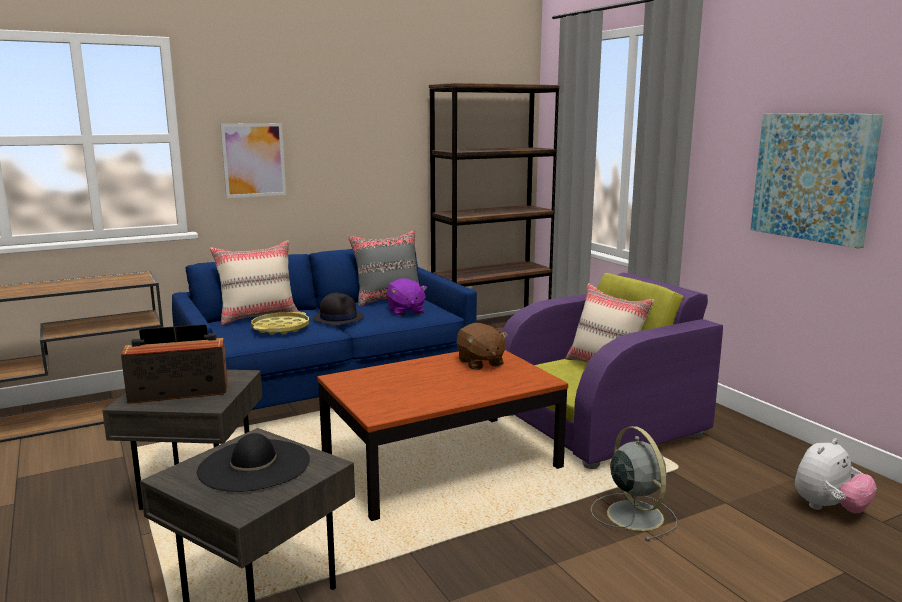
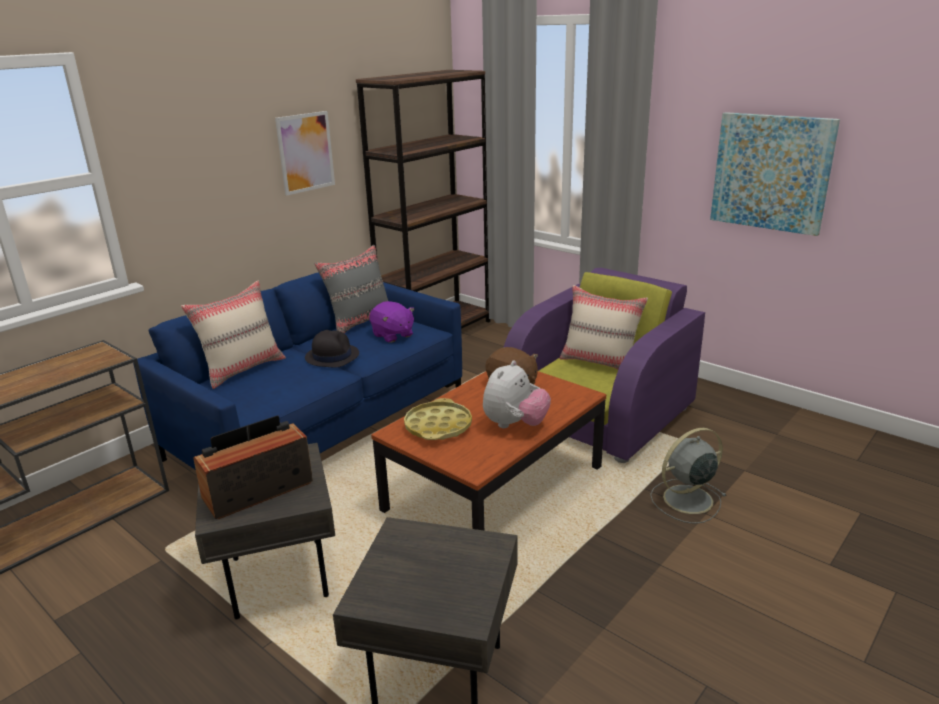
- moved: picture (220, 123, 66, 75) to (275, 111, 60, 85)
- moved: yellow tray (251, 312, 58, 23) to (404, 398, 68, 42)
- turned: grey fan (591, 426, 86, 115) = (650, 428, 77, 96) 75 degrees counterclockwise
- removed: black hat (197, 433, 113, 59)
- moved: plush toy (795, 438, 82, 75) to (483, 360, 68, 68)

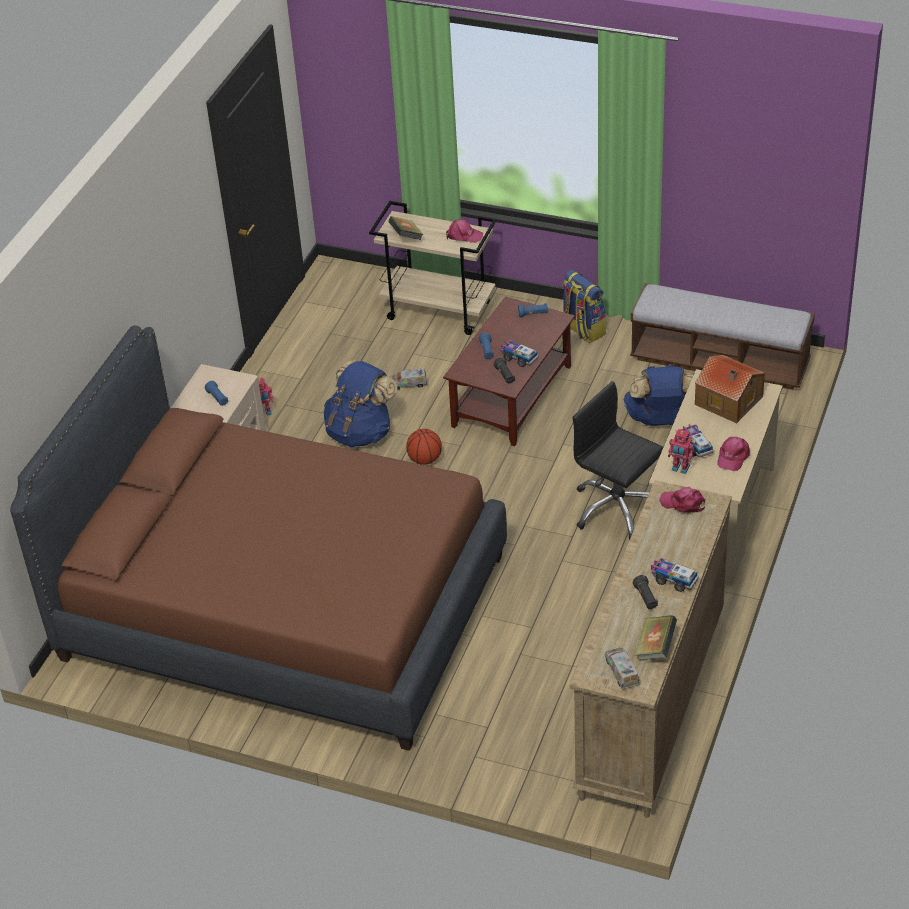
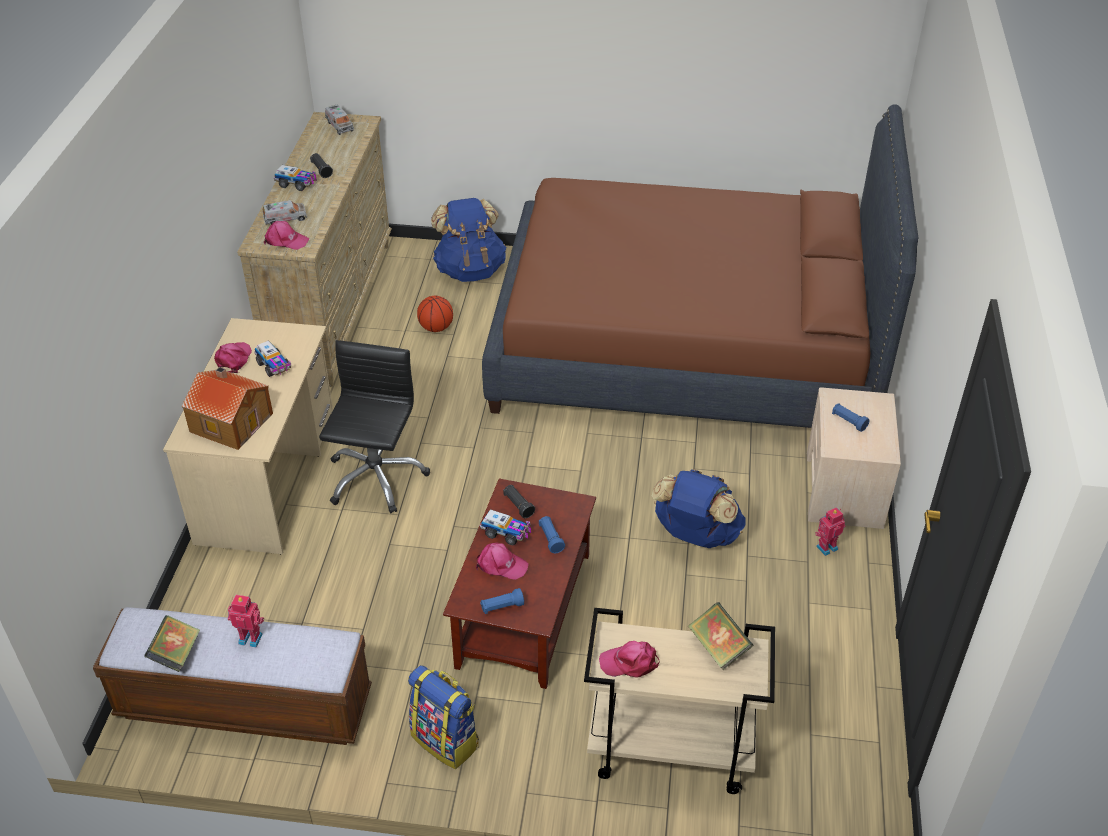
- moved: blue backpack (624, 364, 69, 62) to (431, 198, 75, 84)
- moved: toy truck (391, 368, 36, 22) to (263, 200, 44, 25)
- turned: black office chair (572, 381, 91, 159) = (319, 340, 111, 174) 105 degrees counterclockwise
- moved: basketball (406, 429, 36, 36) to (417, 296, 36, 36)
- moved: toy robot (668, 429, 27, 45) to (228, 595, 36, 52)
- moved: book (635, 615, 42, 46) to (144, 615, 56, 57)
- added: pink cap (476, 543, 53, 37)

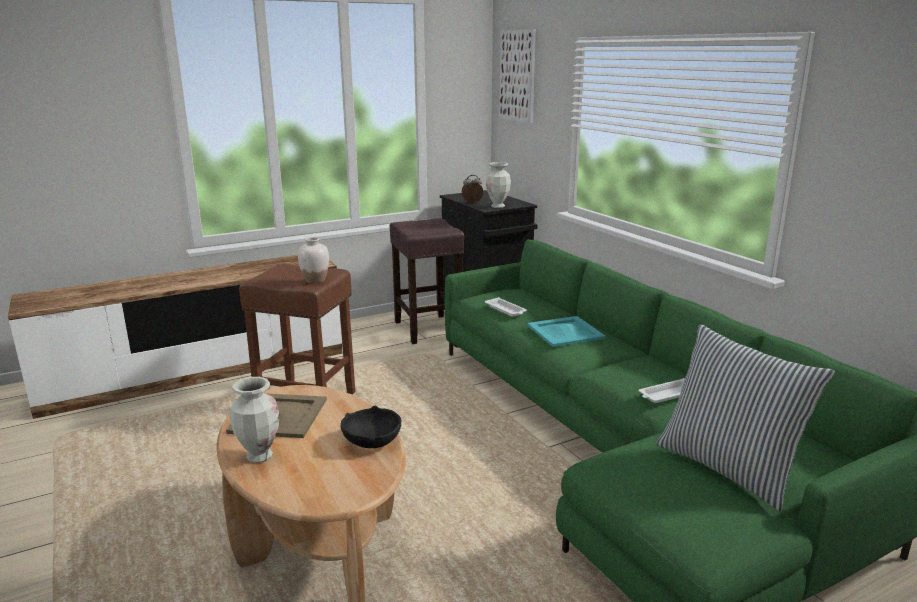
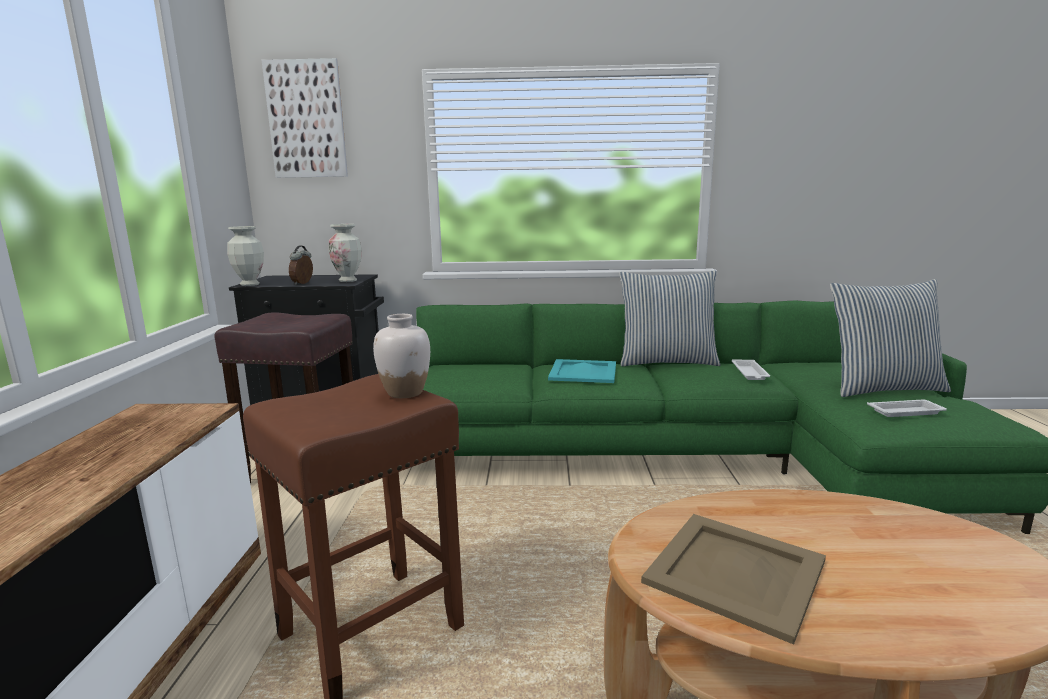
- moved: white tray (485, 297, 42, 20) to (867, 400, 80, 17)
- moved: vase (230, 377, 49, 86) to (227, 226, 37, 60)
- removed: black bowl (341, 406, 61, 42)
- added: pillow (619, 270, 101, 96)

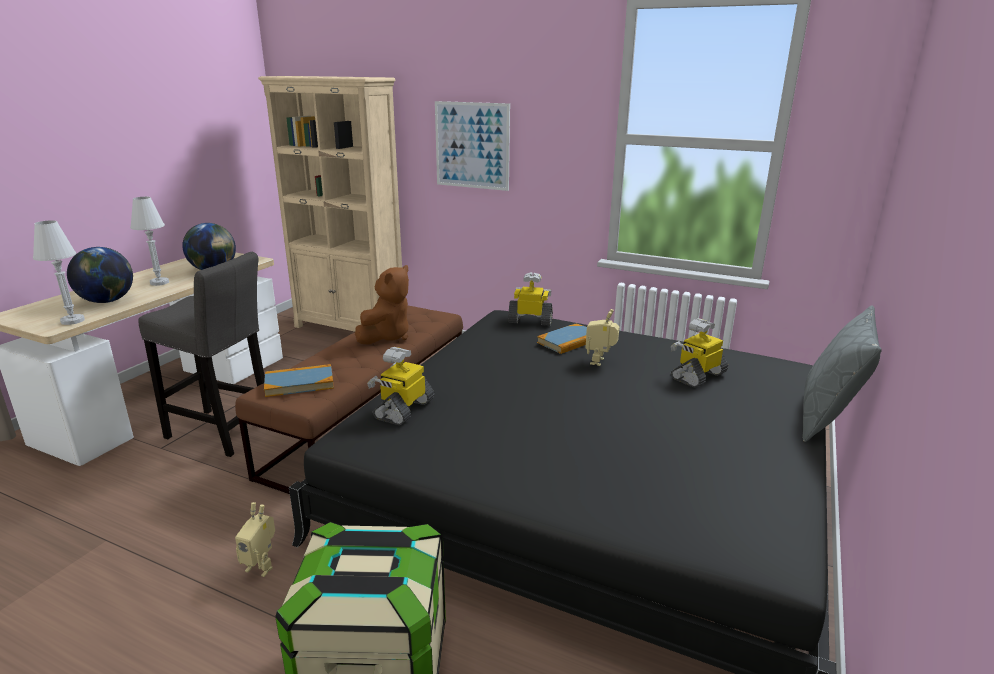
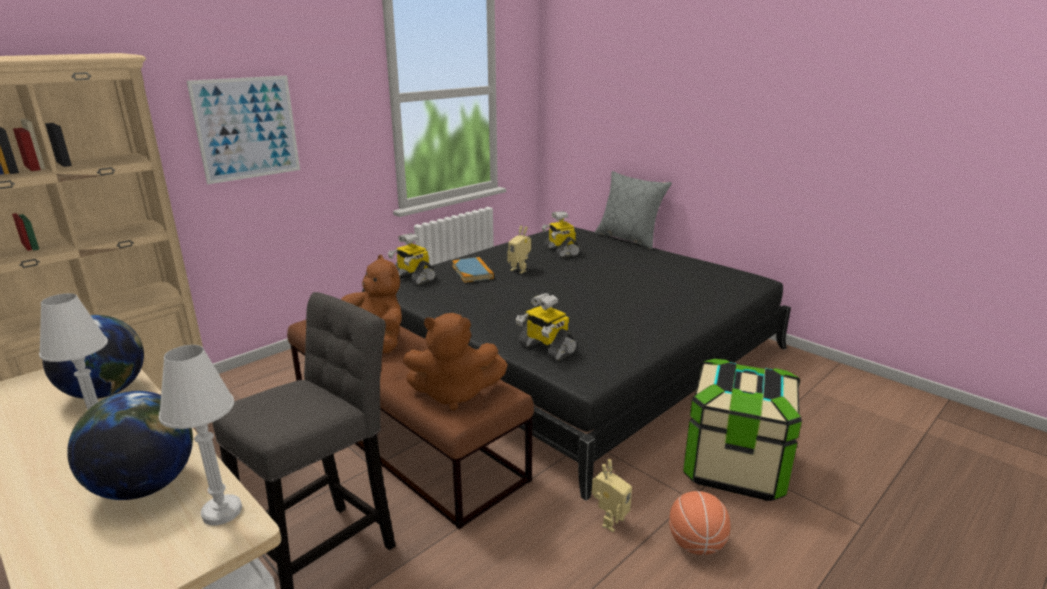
- turned: toy robot (508, 272, 45, 54) = (388, 233, 48, 52) 75 degrees counterclockwise
- replaced: book (264, 364, 70, 33) to brown plush toy (403, 313, 105, 98)
- added: basketball (669, 491, 62, 64)

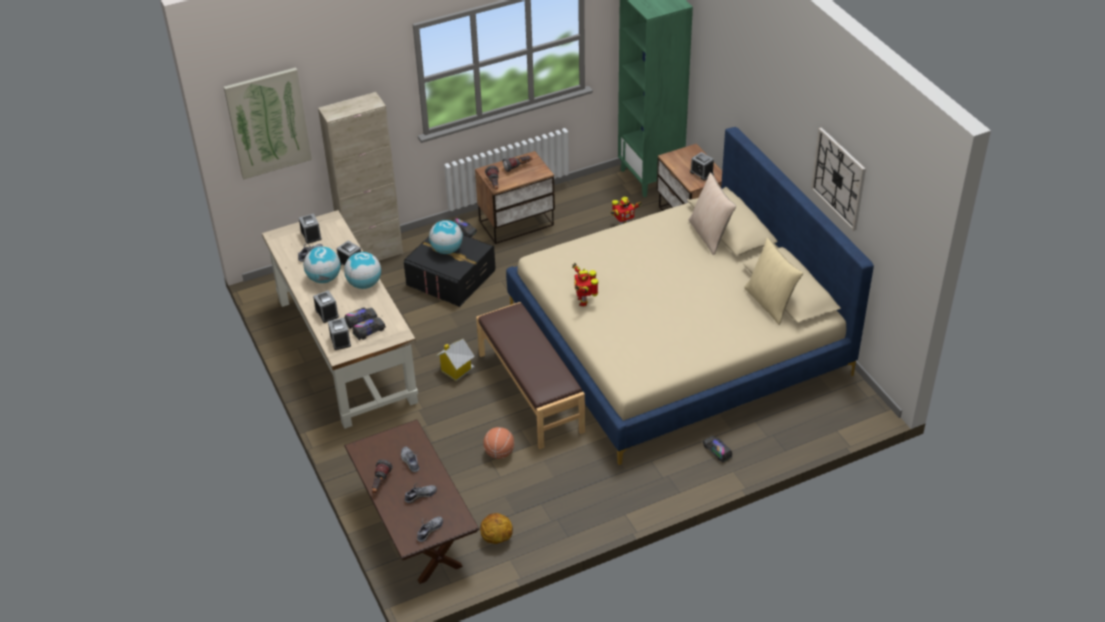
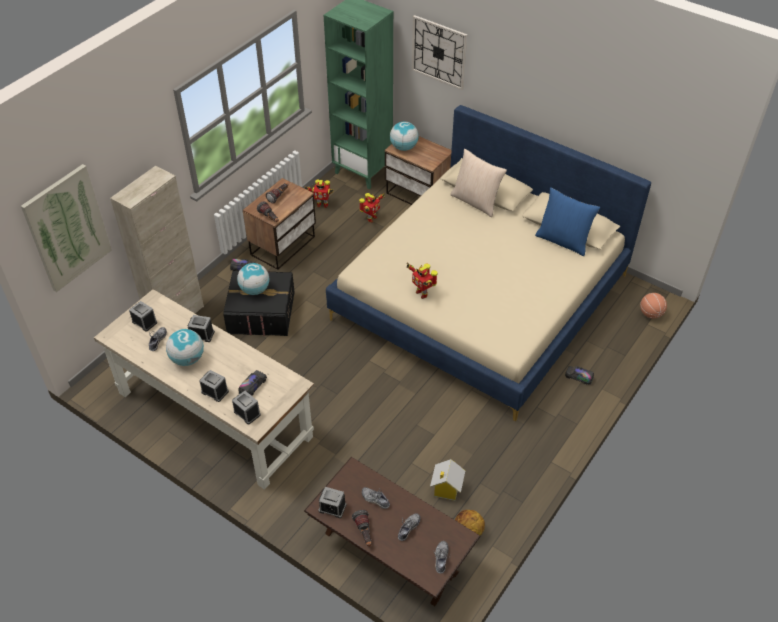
- moved: wall clock (811, 127, 55, 104) to (412, 15, 55, 75)
- moved: alarm clock (690, 152, 24, 29) to (319, 487, 27, 31)
- recoloured: beige pillow (744, 237, 59, 88) to blue pillow (535, 187, 65, 69)
- moved: globe (344, 252, 37, 37) to (390, 121, 29, 30)
- removed: brown bench (476, 302, 109, 147)
- removed: toy truck (352, 317, 34, 23)
- moved: toy house (436, 339, 39, 42) to (430, 459, 35, 42)
- moved: basketball (483, 427, 31, 32) to (640, 293, 27, 26)
- added: toy robot (304, 180, 29, 28)

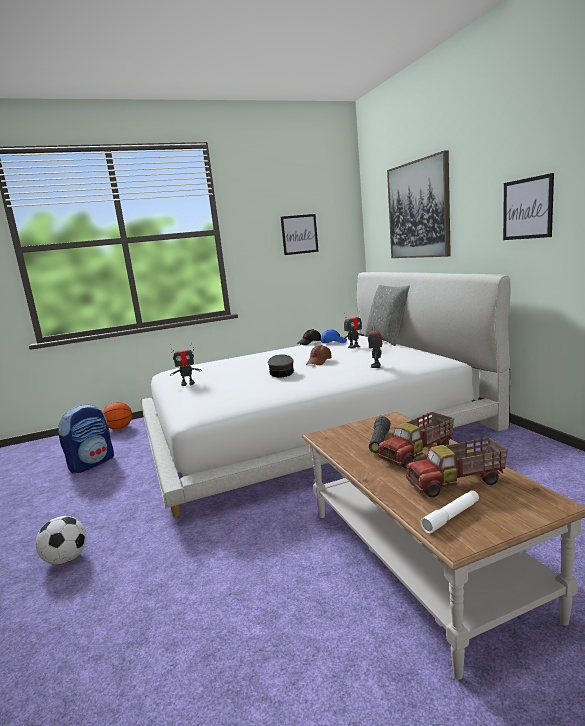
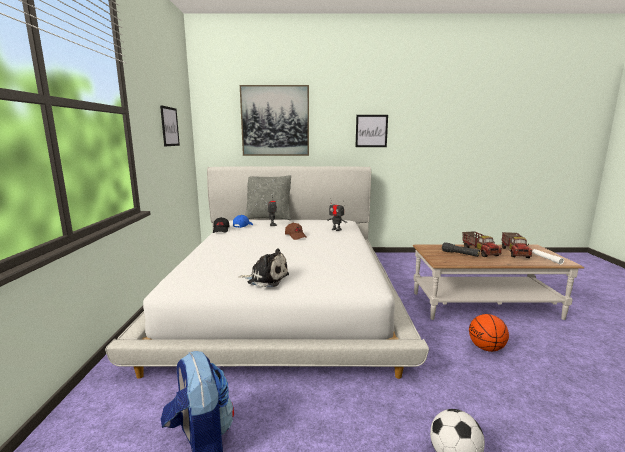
- replaced: toy robot (170, 342, 32, 44) to plush toy (239, 248, 50, 39)
- removed: grey cap (268, 354, 26, 23)
- moved: basketball (103, 402, 29, 28) to (469, 314, 40, 38)

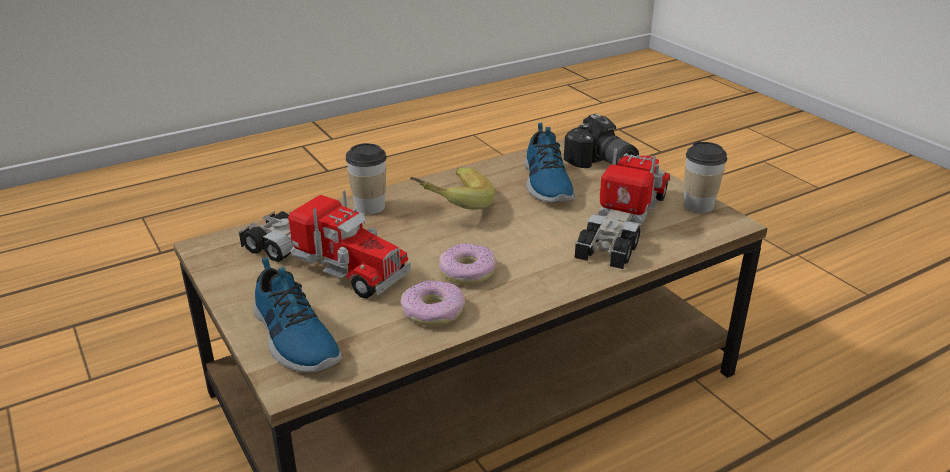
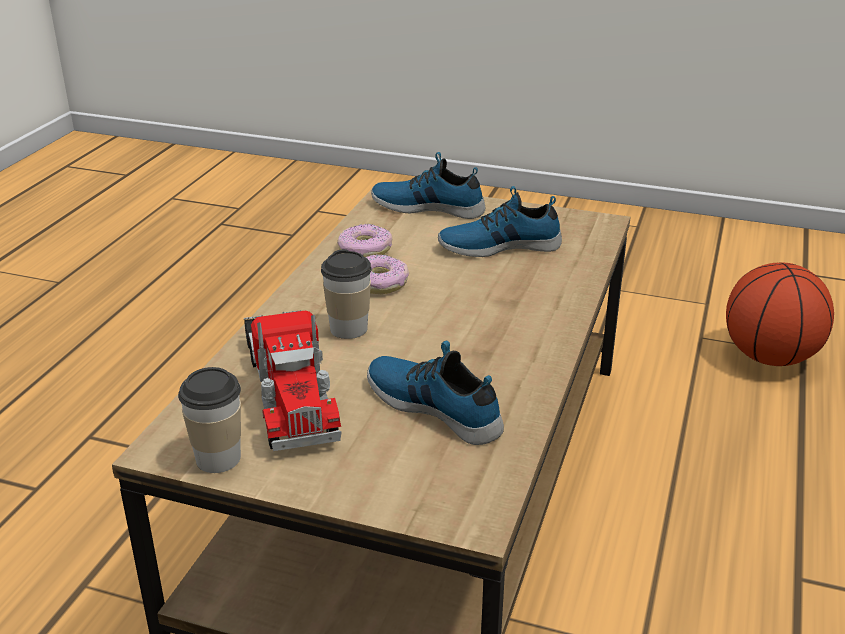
- removed: photo camera (564, 114, 75, 54)
- moved: cup (346, 143, 41, 72) to (321, 249, 51, 90)
- removed: banana (410, 167, 85, 43)
- replaced: toy truck (238, 190, 173, 109) to shoe (438, 186, 124, 71)
- added: basketball (726, 262, 108, 104)

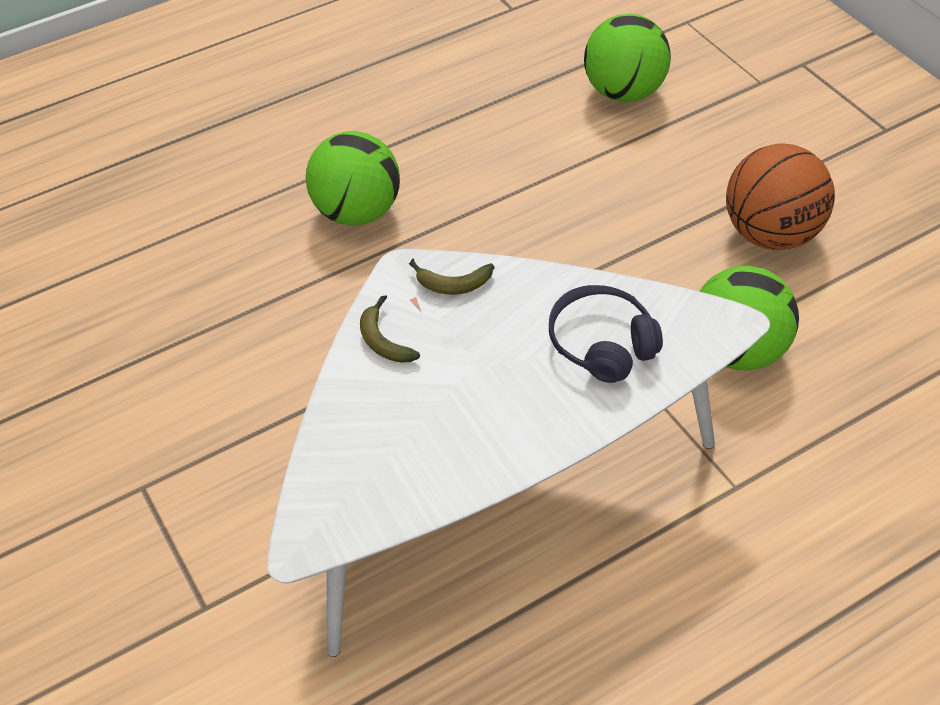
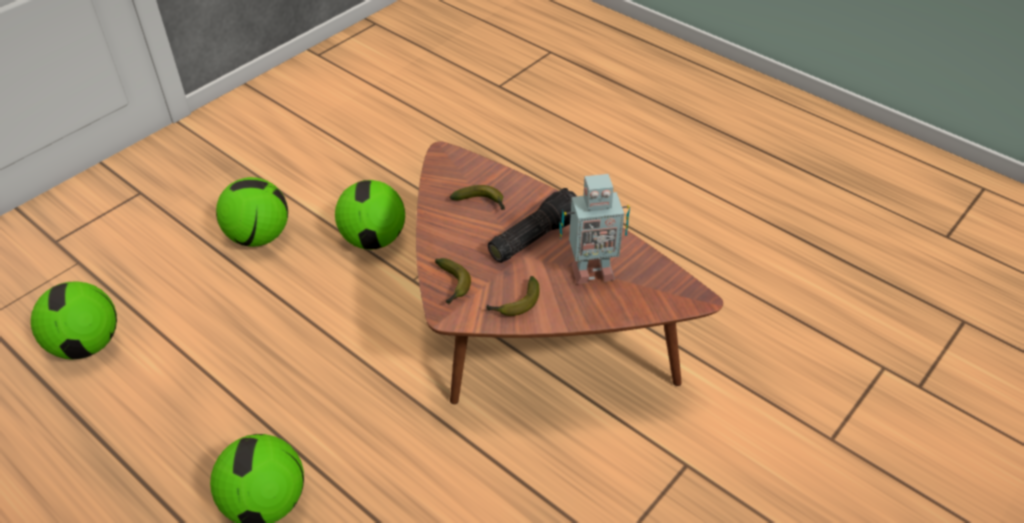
- replaced: basketball (726, 144, 109, 106) to football (216, 177, 72, 70)
- recoloured: white coffee table (267, 249, 503, 408) to brown coffee table (416, 142, 307, 262)
- replaced: purple headphones (549, 285, 114, 98) to banana (450, 185, 55, 25)
- added: toy robot (559, 174, 71, 110)
- added: flashlight (488, 188, 89, 75)

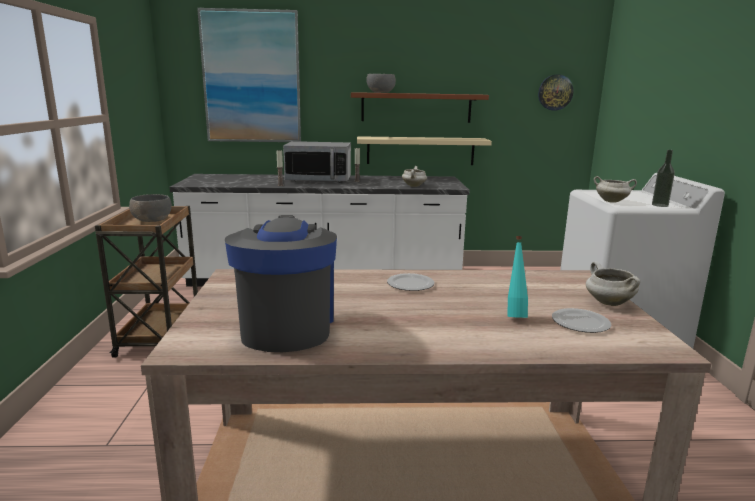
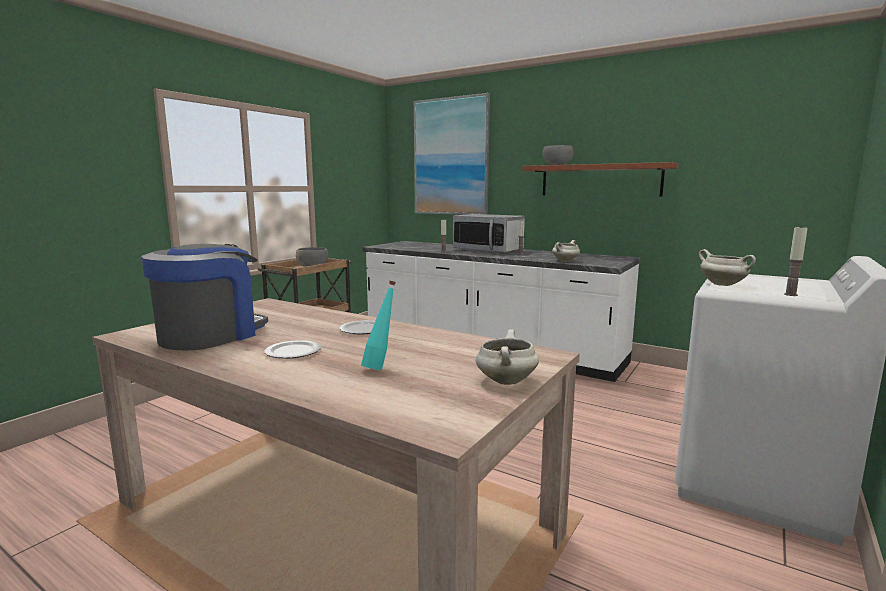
- removed: wall clock (538, 74, 35, 37)
- removed: beige shelf (357, 136, 135, 29)
- replaced: bottle (652, 150, 23, 57) to candle (784, 227, 24, 69)
- moved: plate (552, 308, 59, 25) to (264, 340, 57, 19)

